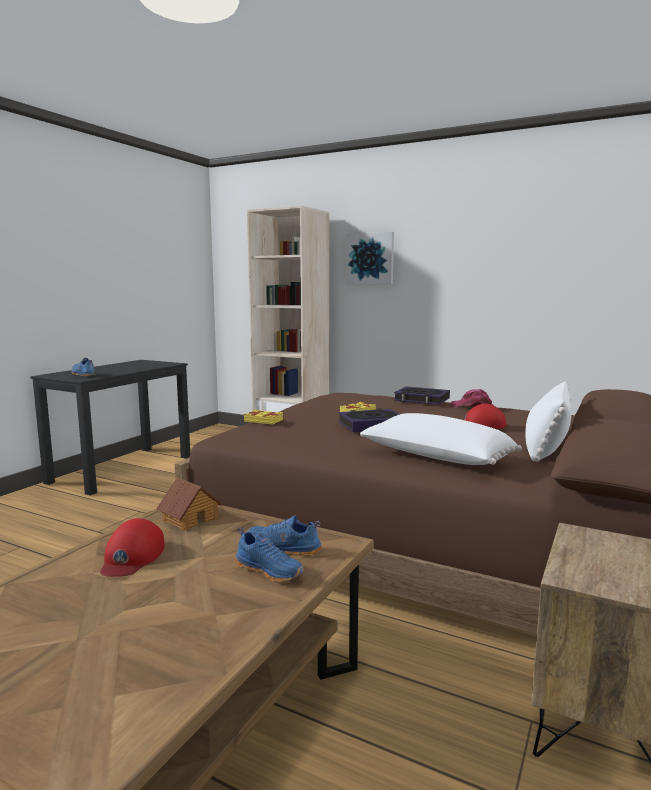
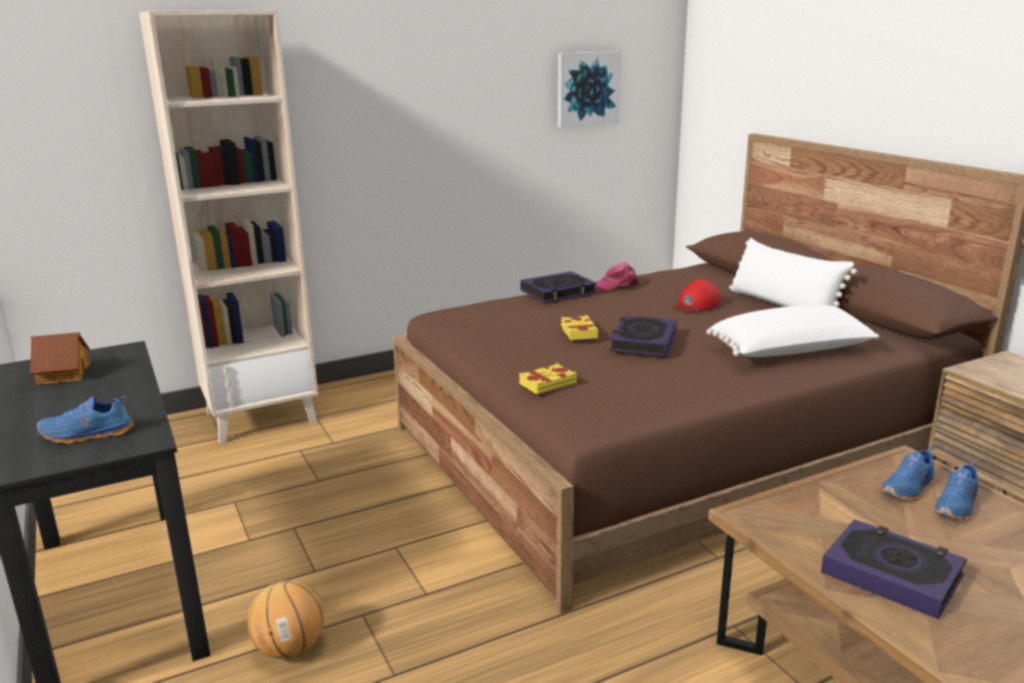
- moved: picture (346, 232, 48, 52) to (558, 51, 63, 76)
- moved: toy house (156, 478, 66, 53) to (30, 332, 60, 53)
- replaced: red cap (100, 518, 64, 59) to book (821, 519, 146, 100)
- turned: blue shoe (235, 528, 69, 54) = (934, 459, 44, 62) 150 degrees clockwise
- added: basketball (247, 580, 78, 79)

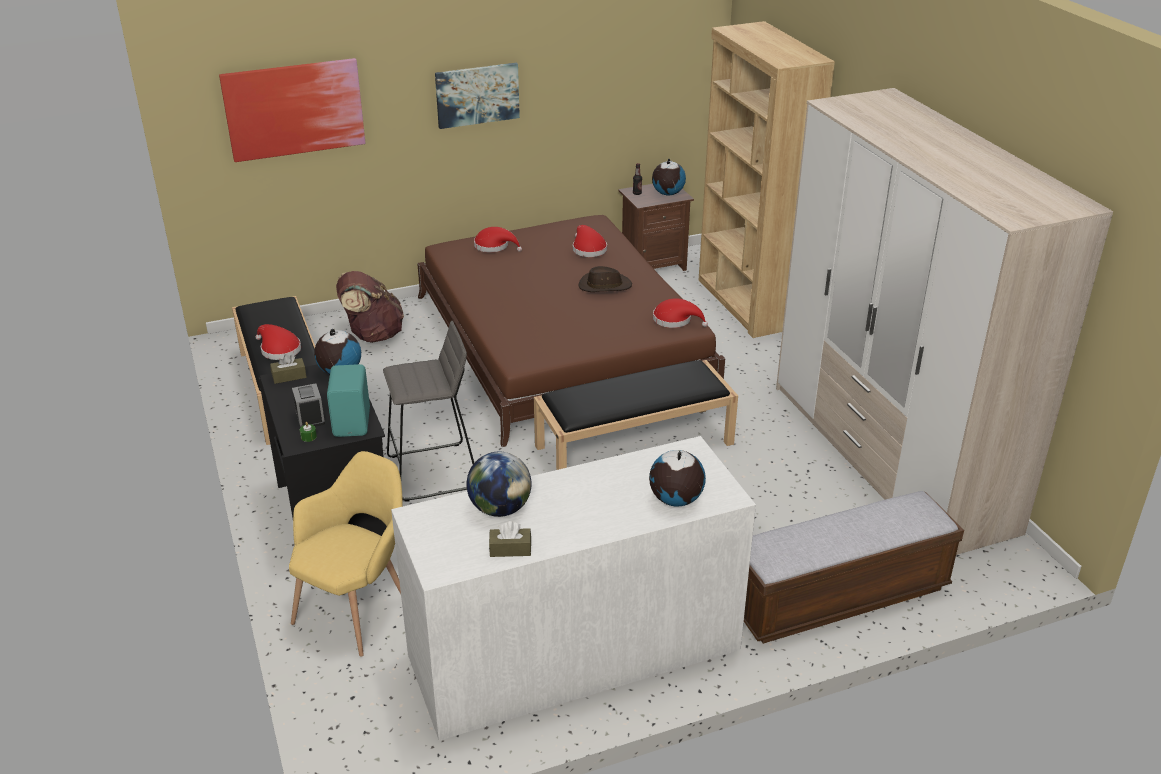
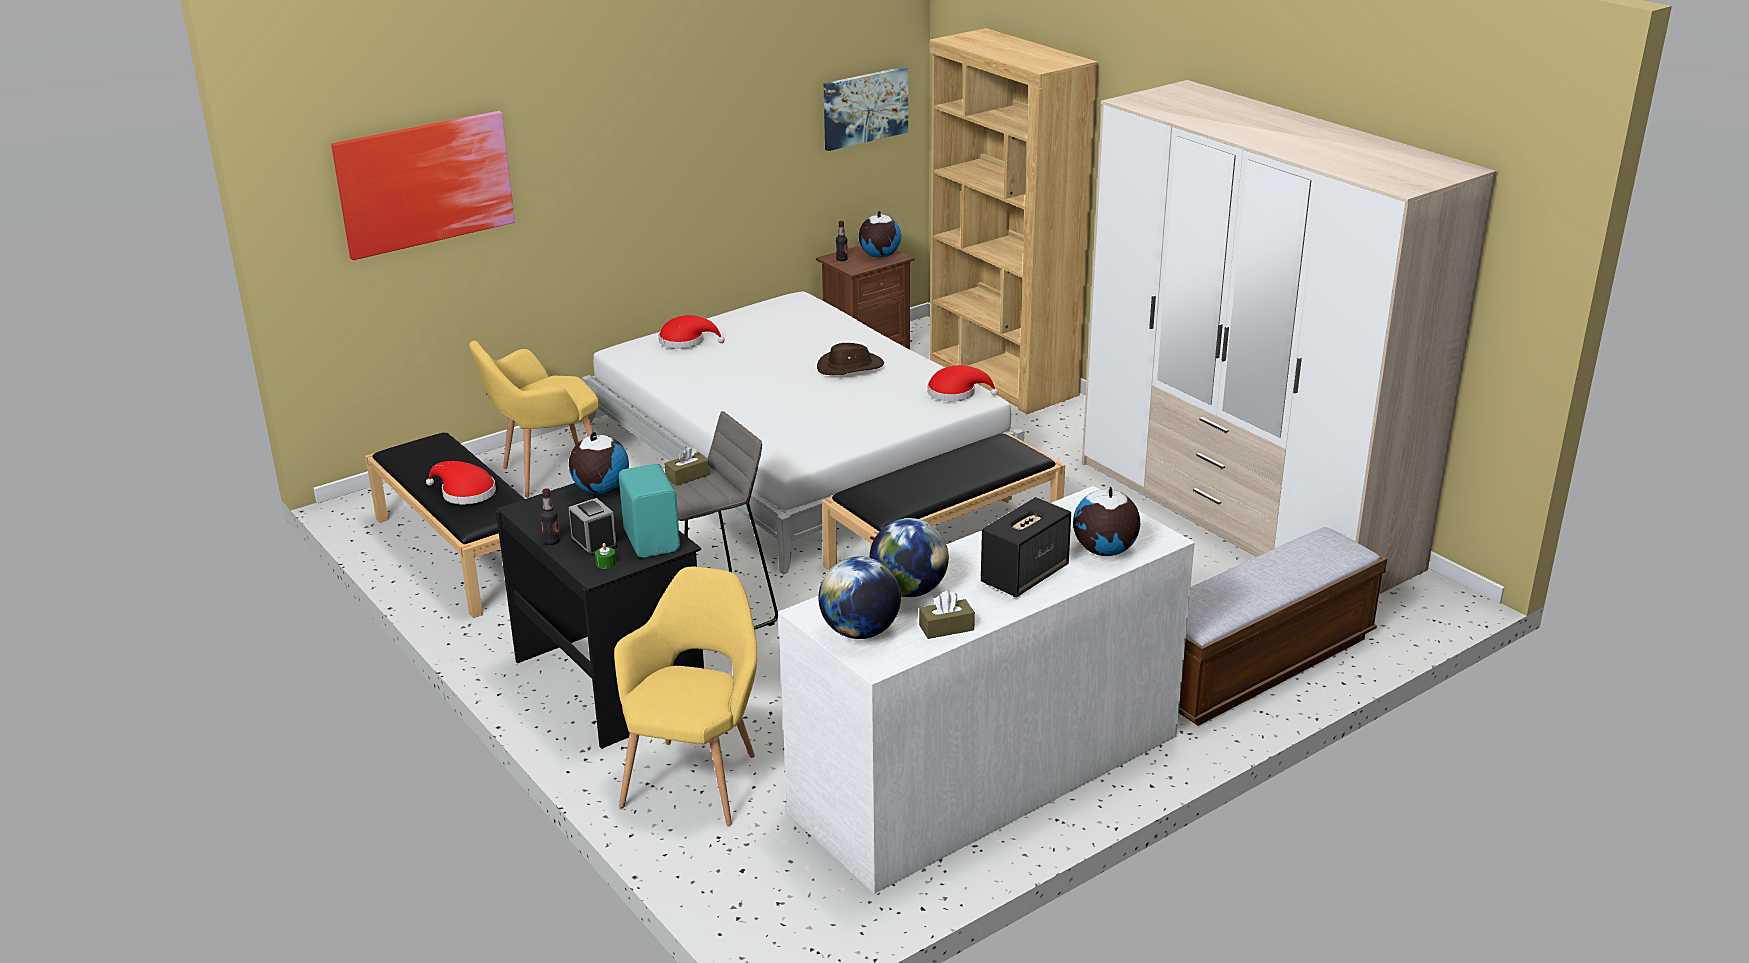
- moved: picture (435, 63, 85, 66) to (824, 67, 84, 84)
- recoloured: brown bed (417, 215, 308, 232) to white bed (582, 292, 442, 282)
- removed: red hat (573, 225, 34, 32)
- replaced: brown backpack (336, 271, 68, 72) to yellow armchair (469, 341, 130, 157)
- moved: brown tissue box (270, 354, 37, 30) to (664, 447, 46, 39)
- added: bottle (540, 488, 20, 57)
- added: speaker (981, 497, 90, 100)
- added: globe (818, 557, 83, 82)

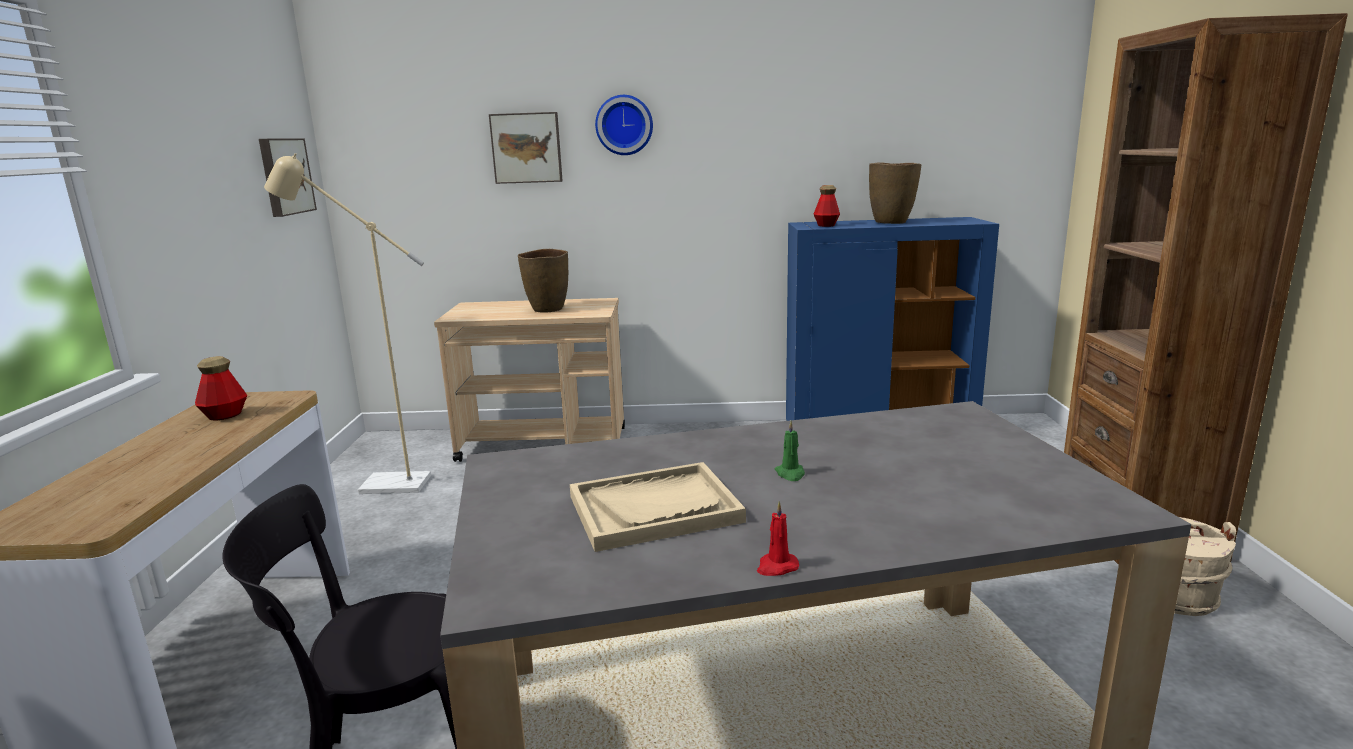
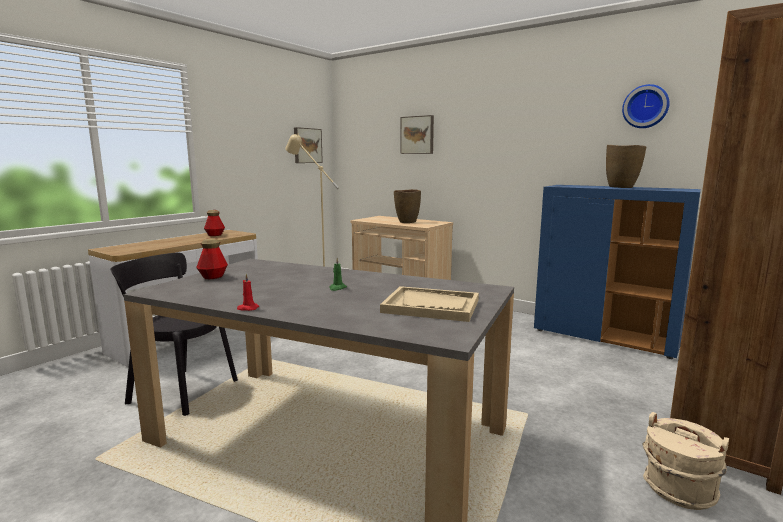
- moved: wall clock (595, 95, 58, 60) to (622, 84, 48, 44)
- moved: bottle (814, 185, 26, 42) to (196, 238, 32, 41)
- moved: beige tray (570, 462, 176, 90) to (380, 286, 99, 36)

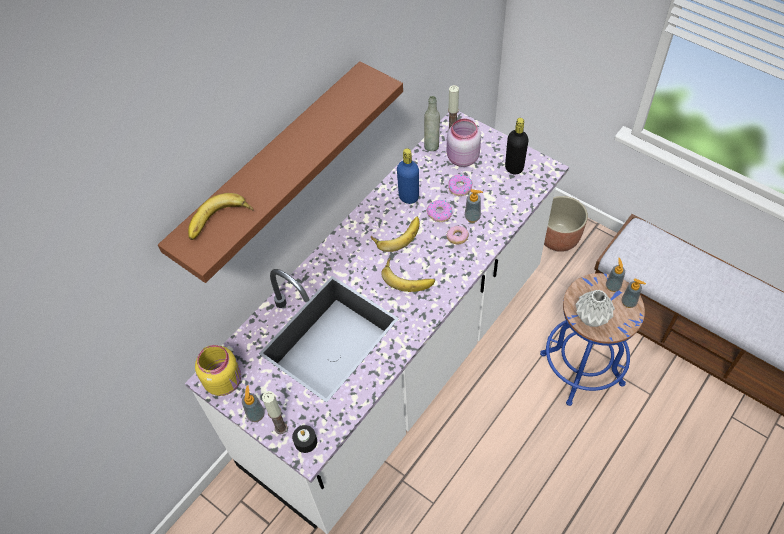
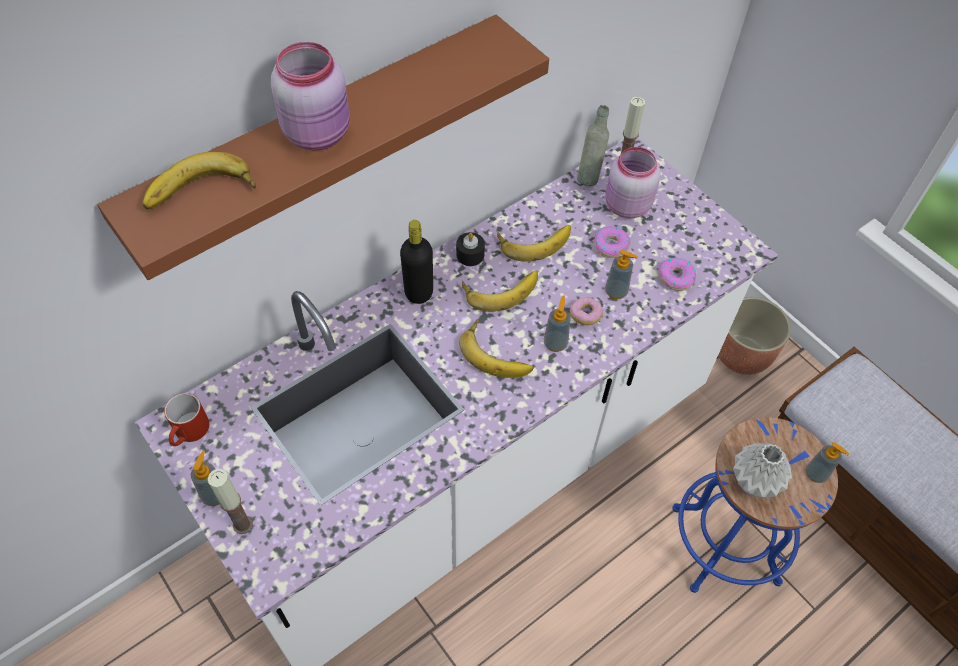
- moved: black bottle (505, 118, 24, 56) to (400, 220, 33, 84)
- replaced: blue bottle (397, 148, 22, 56) to banana (497, 225, 74, 37)
- moved: donut (427, 200, 25, 22) to (658, 258, 38, 33)
- moved: soap dispenser (606, 258, 19, 34) to (544, 296, 27, 56)
- replaced: yellow jar (195, 345, 46, 51) to red mug (164, 393, 45, 53)
- moved: black candle (292, 425, 25, 28) to (456, 232, 29, 34)
- added: pink jar (271, 42, 79, 109)

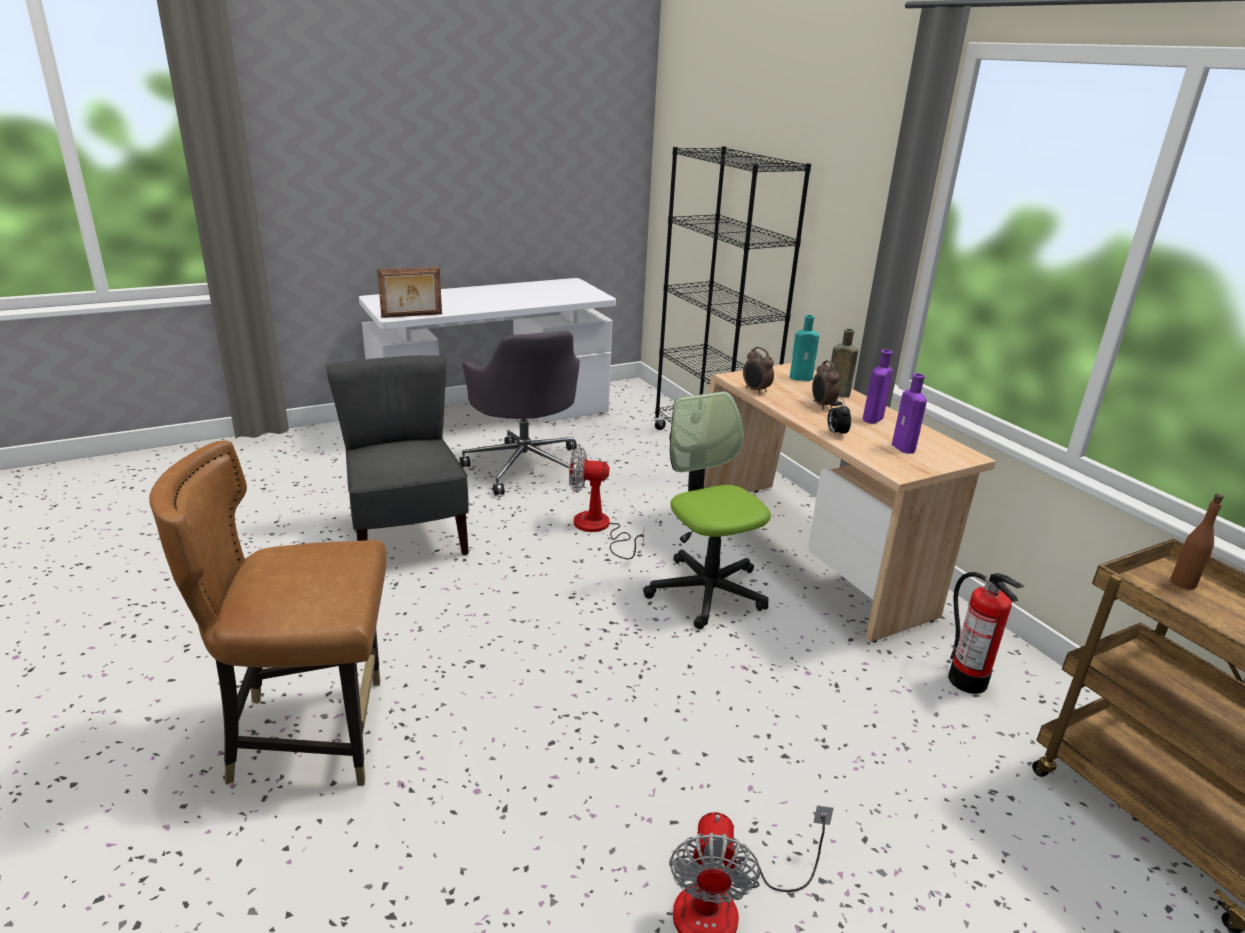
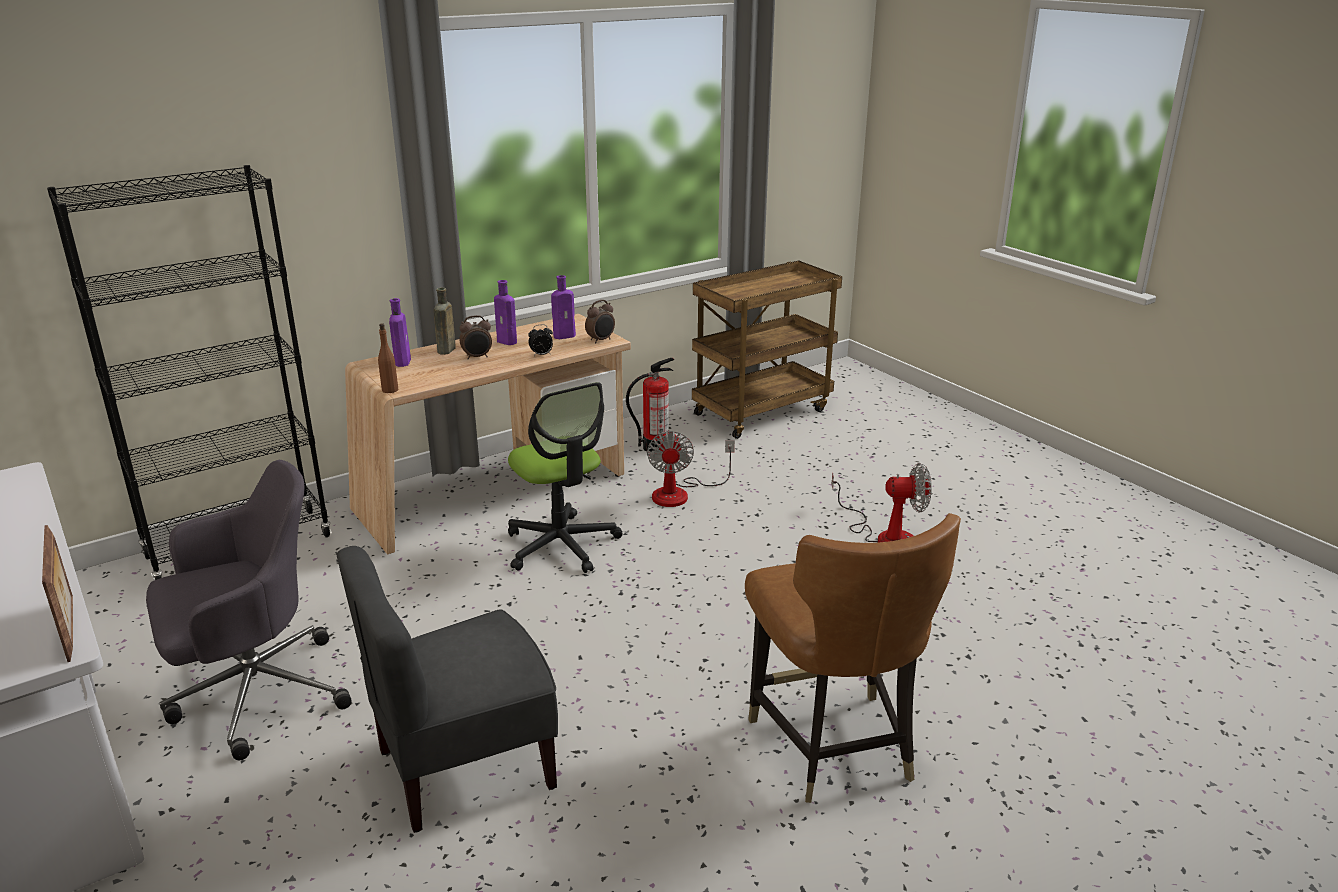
- recoloured: turquoise bottle (790, 315, 29, 66) to purple bottle (389, 298, 22, 69)
- moved: alarm clock (743, 347, 31, 47) to (585, 300, 30, 43)
- turned: office chair (643, 391, 128, 238) = (508, 382, 115, 191) 90 degrees counterclockwise
- moved: fan (569, 447, 76, 112) to (647, 430, 88, 77)
- moved: brown bottle (1170, 494, 53, 96) to (378, 323, 20, 70)

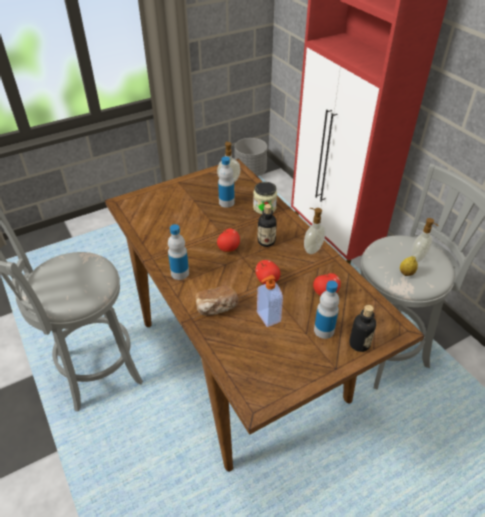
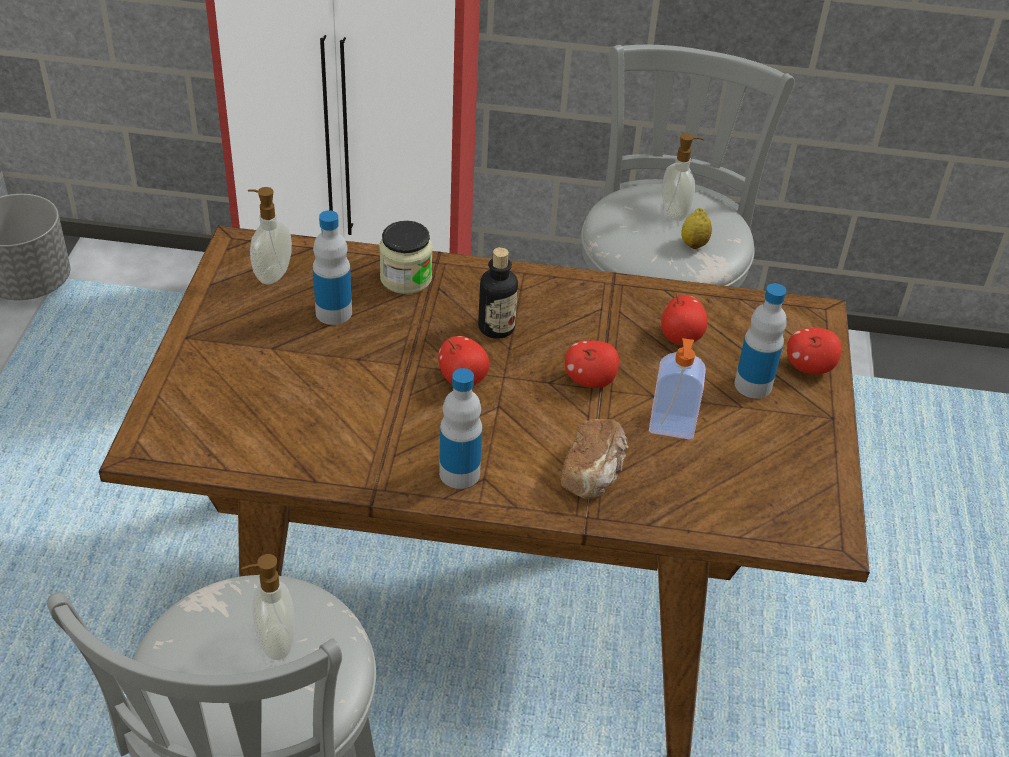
- moved: soap dispenser (304, 208, 22, 46) to (241, 554, 54, 106)
- replaced: bottle (349, 305, 27, 47) to apple (787, 328, 54, 46)

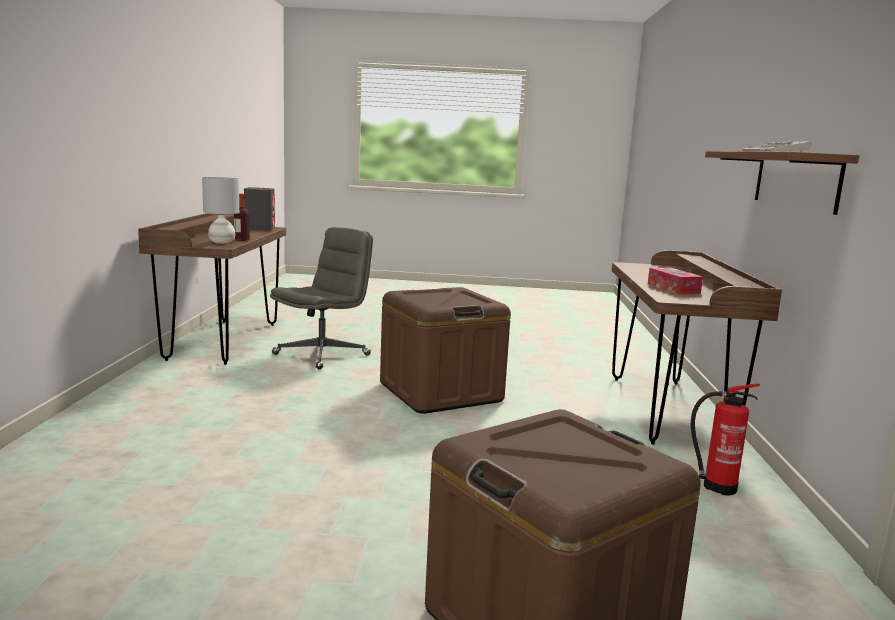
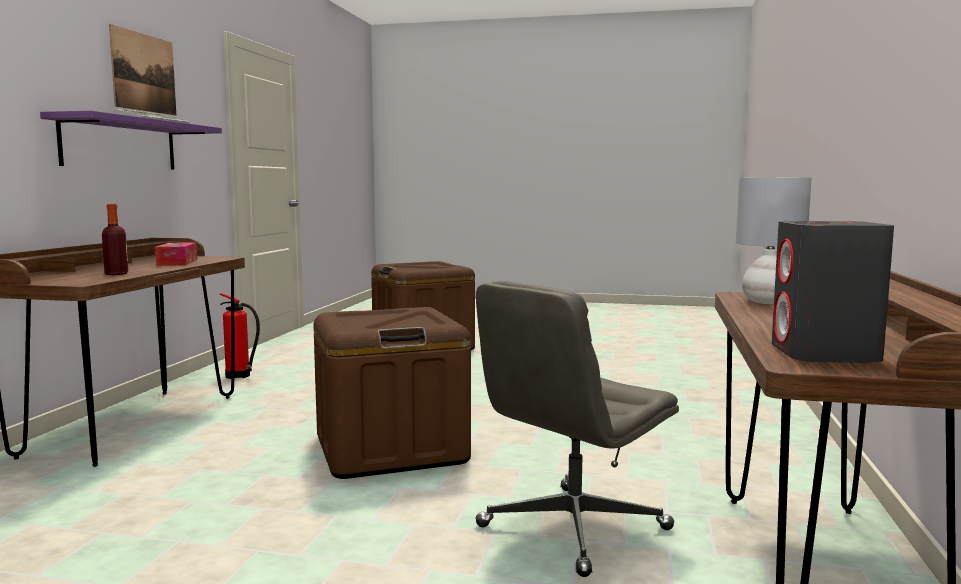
- recoloured: brown shelf (705, 151, 154, 64) to purple shelf (40, 110, 182, 60)
- moved: bottle (234, 194, 16, 47) to (102, 204, 26, 71)
- added: picture (109, 24, 67, 91)

